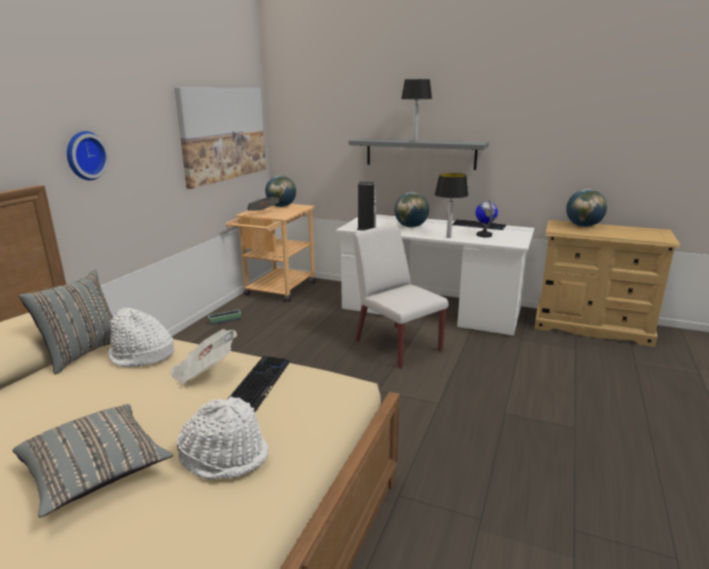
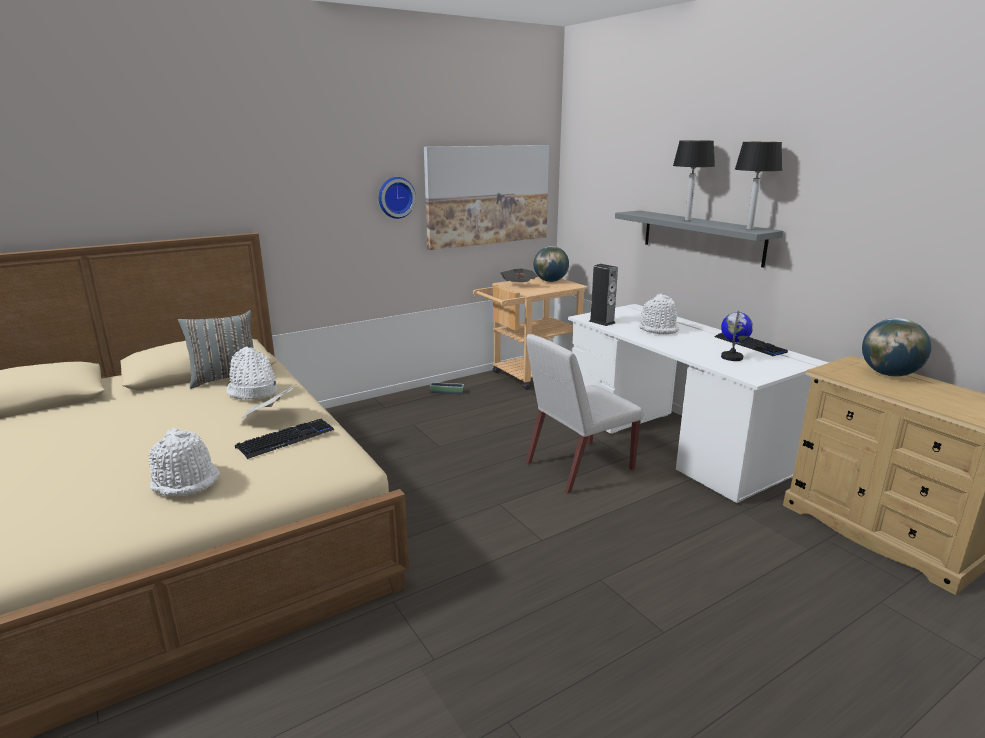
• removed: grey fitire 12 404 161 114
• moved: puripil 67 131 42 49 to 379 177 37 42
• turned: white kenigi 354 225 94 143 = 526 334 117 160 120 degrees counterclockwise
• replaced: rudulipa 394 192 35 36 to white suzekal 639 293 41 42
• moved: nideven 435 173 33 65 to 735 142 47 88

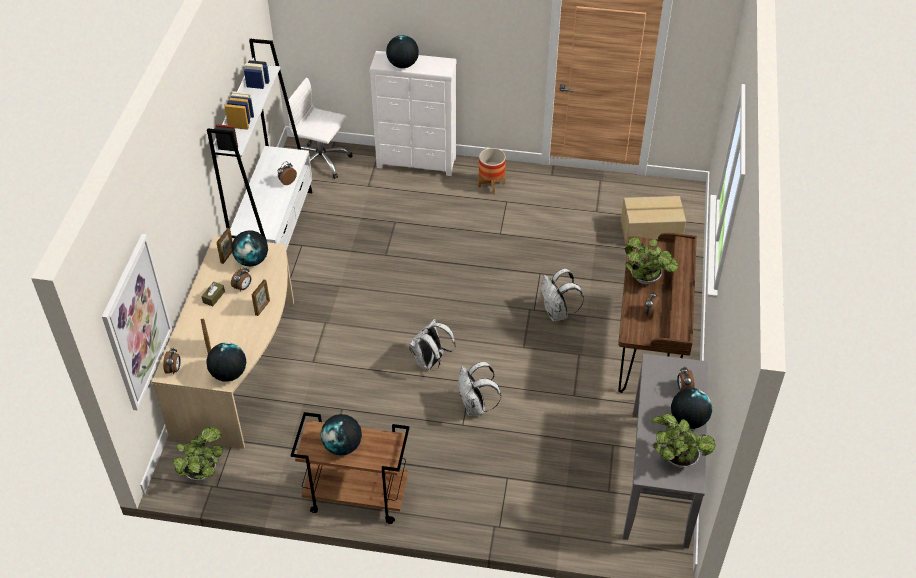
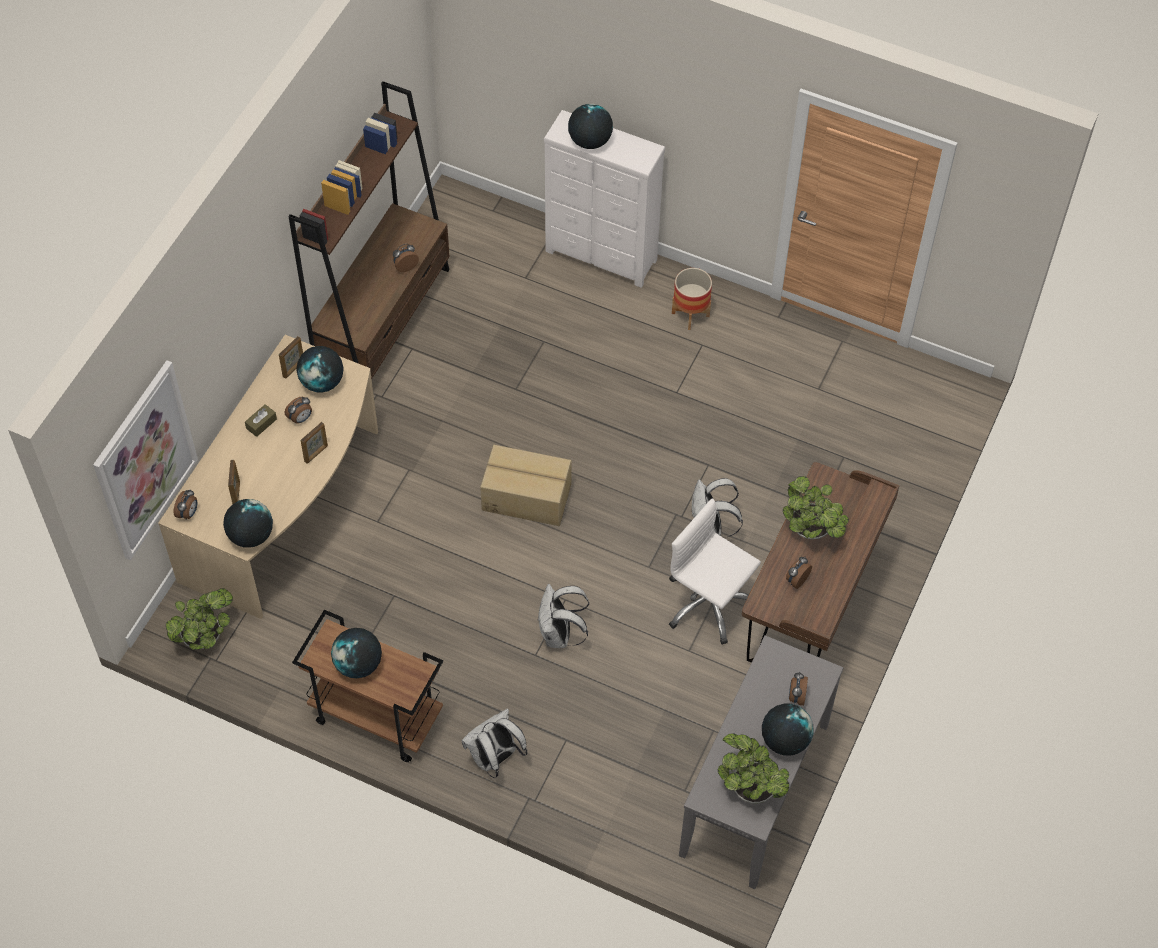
• recoloured: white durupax 207 39 105 211 to brown durupax 288 81 162 298
• moved: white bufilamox 288 77 65 102 to 669 498 92 146
• moved: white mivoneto 409 319 47 52 to 462 708 66 70
• moved: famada 621 196 65 50 to 480 445 92 81

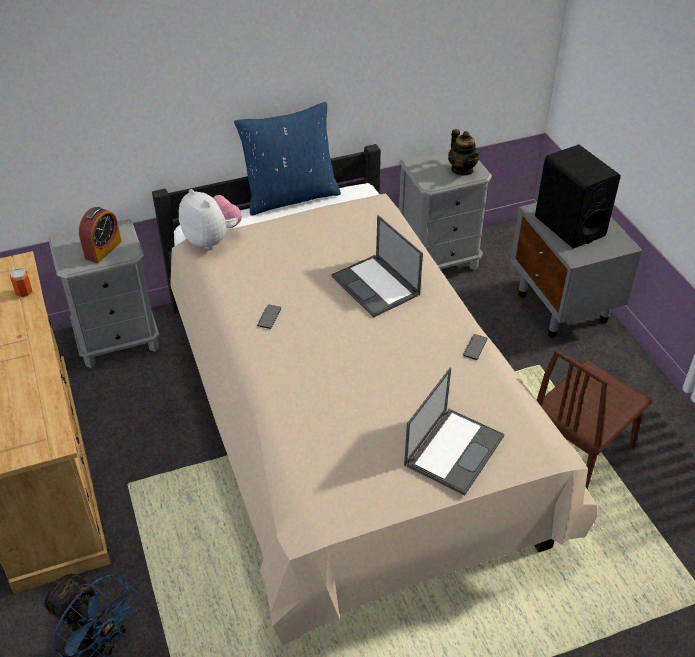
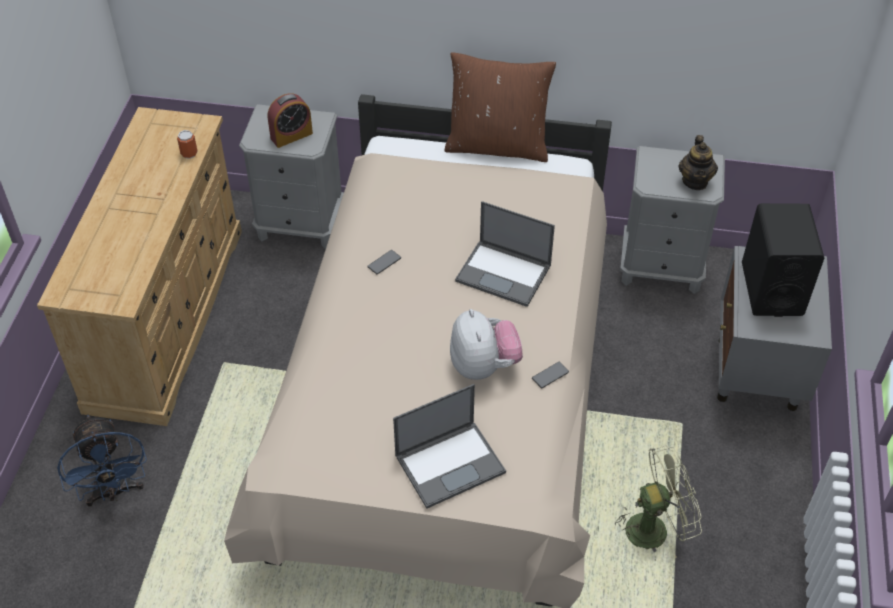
• moved: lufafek 179 189 63 60 to 450 309 73 71
• recoloured: blue fitire 234 102 107 114 to brown fitire 445 52 111 110
• turned: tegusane 332 215 91 103 = 455 201 100 106 60 degrees counterclockwise
• replaced: brown kenigi 537 349 115 141 to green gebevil 615 446 87 112

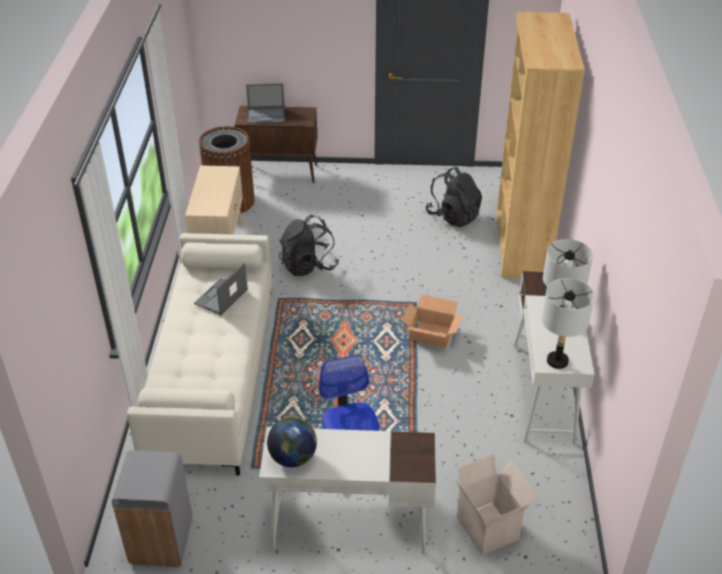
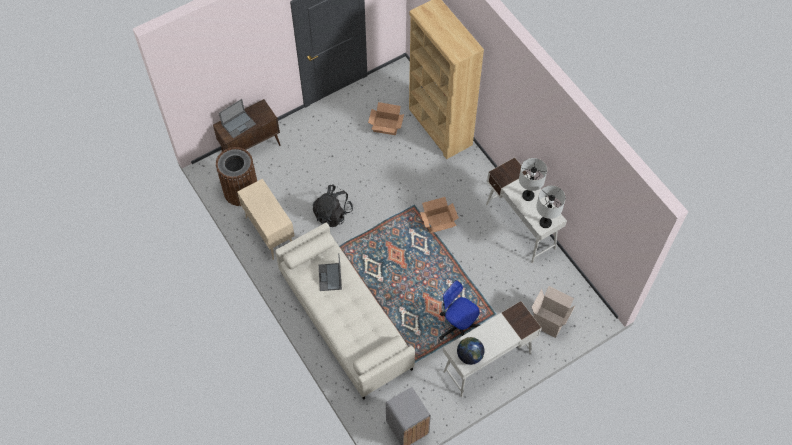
• replaced: black mivoneto 425 167 57 60 to famada 368 102 36 33

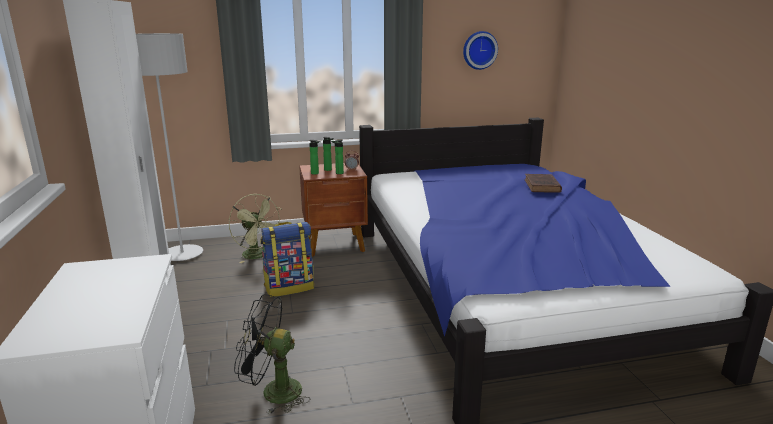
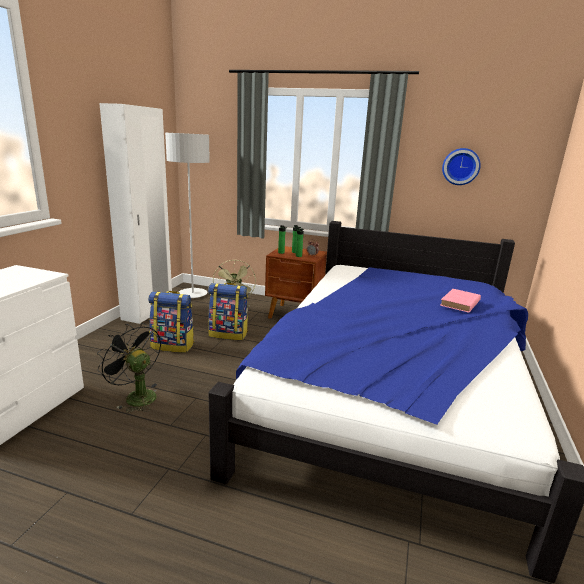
• recoloured: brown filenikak 525 174 37 19 to pink filenikak 440 289 41 24
• added: mivoneto 148 291 46 62

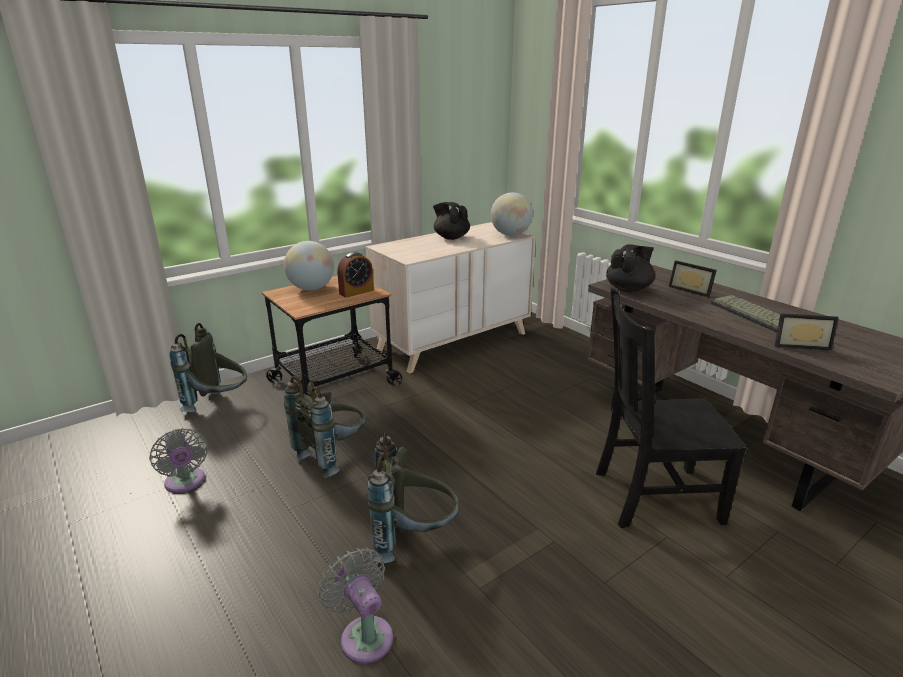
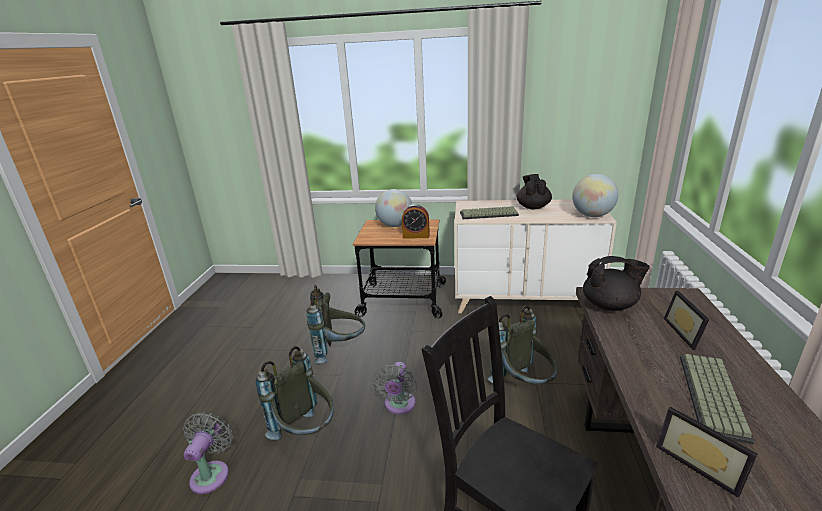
• moved: grey gebevil 149 428 59 65 to 373 362 44 52
• moved: grey mivoneto 170 323 77 89 to 488 305 69 79
• added: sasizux 460 206 59 13

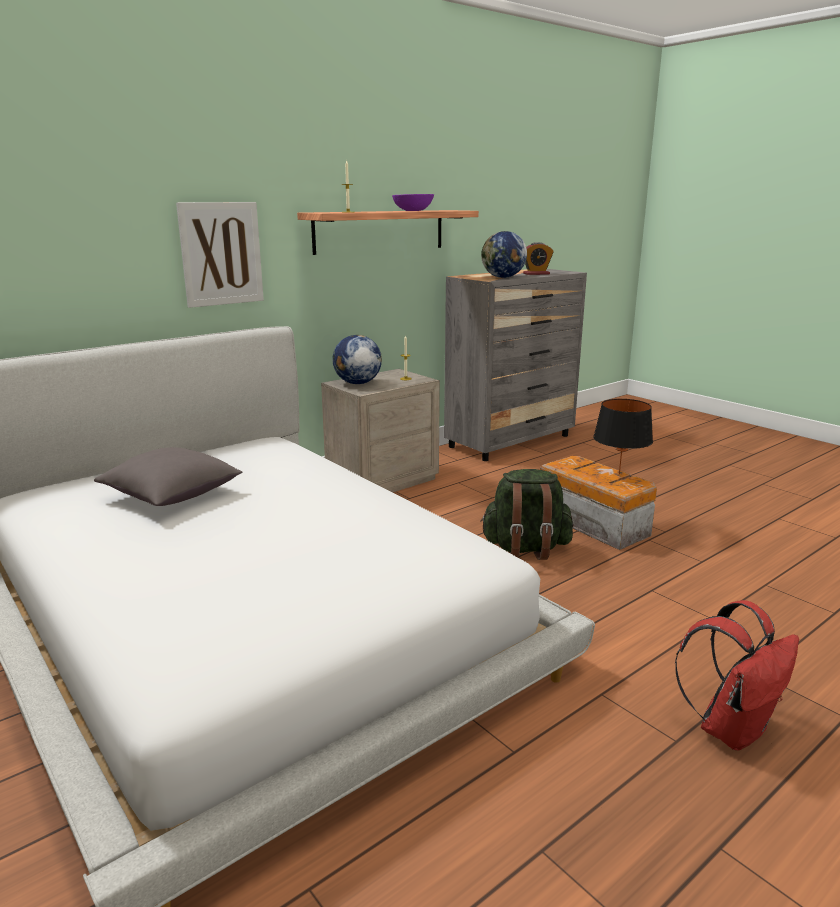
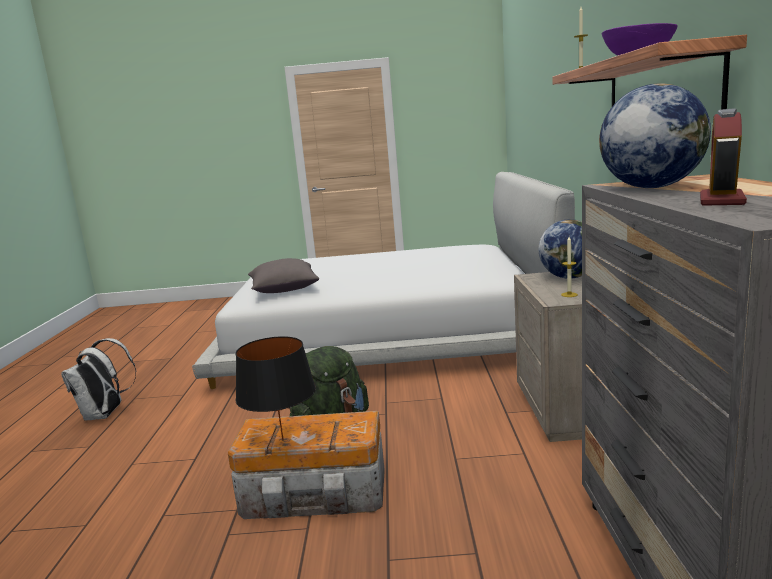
• moved: grey fitire 94 447 149 59 to 248 258 71 35
• removed: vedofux 176 202 88 106
• recoloured: red mivoneto 675 600 124 150 to white mivoneto 61 338 75 83

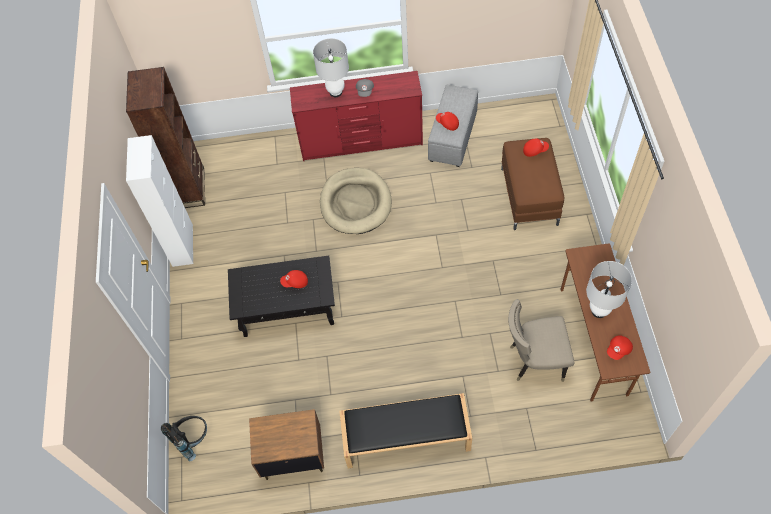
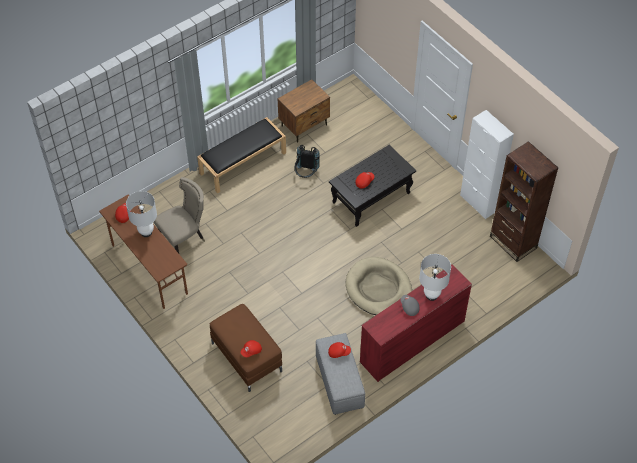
• moved: black mivoneto 161 416 46 45 to 295 145 25 33

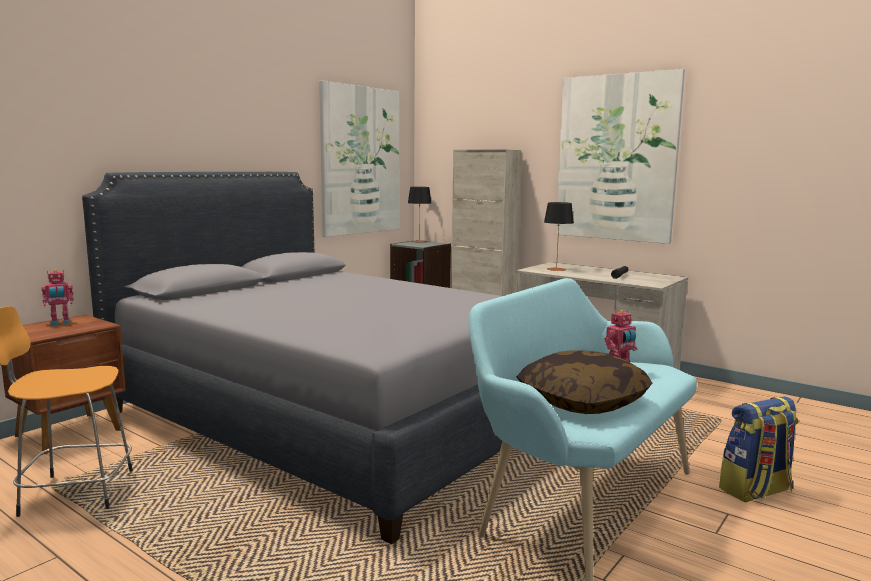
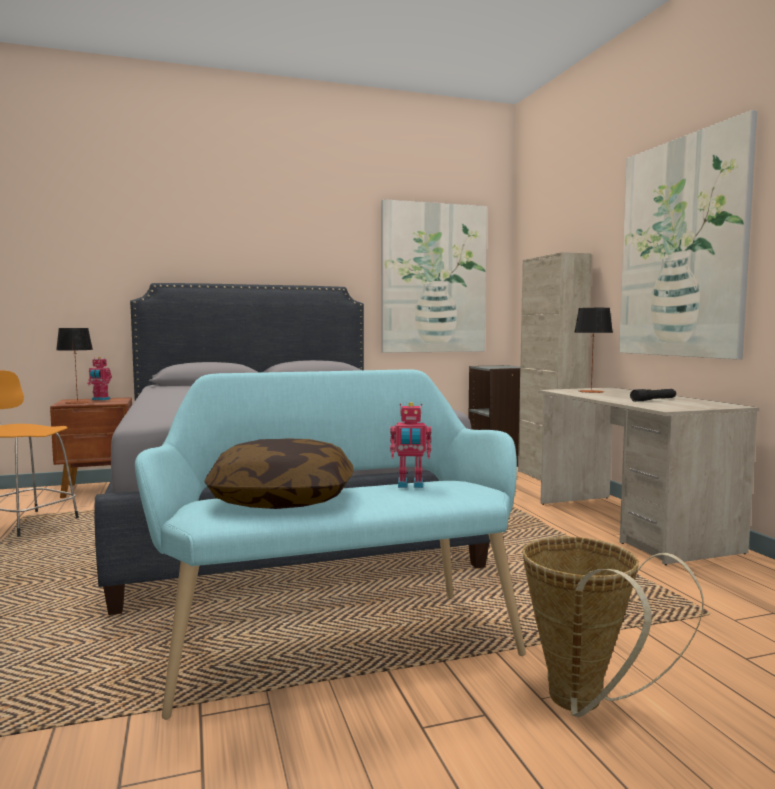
• moved: nideven 408 187 23 56 to 56 328 37 76
• replaced: mivoneto 719 396 80 107 to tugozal 523 537 181 180

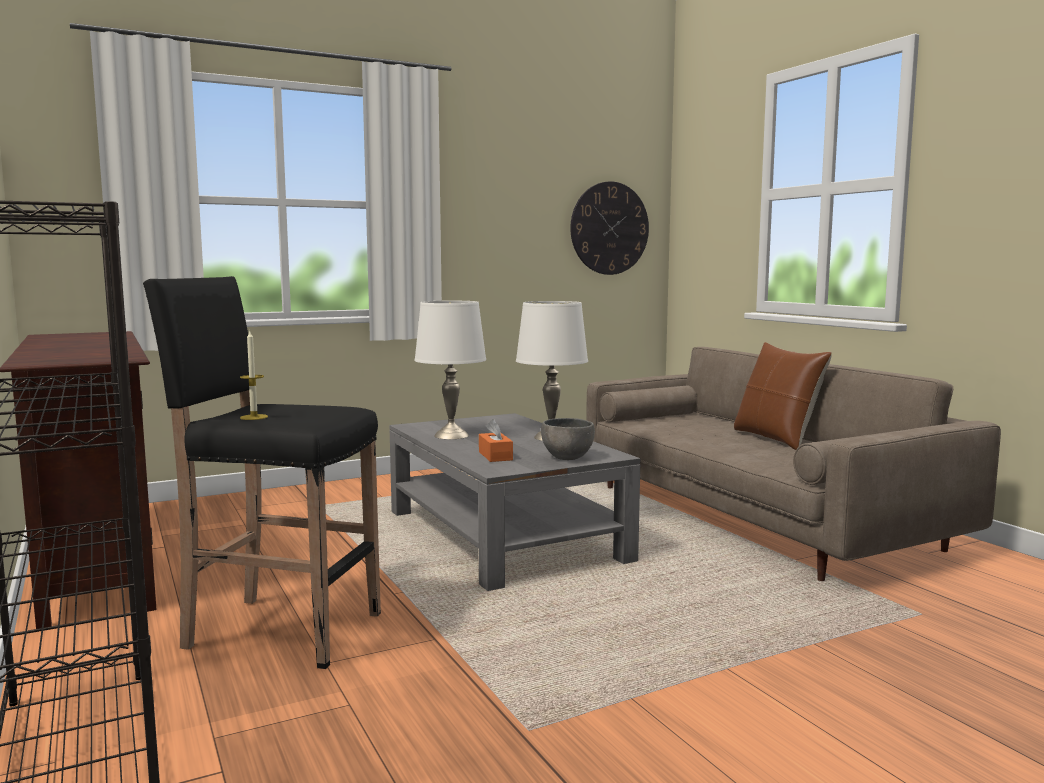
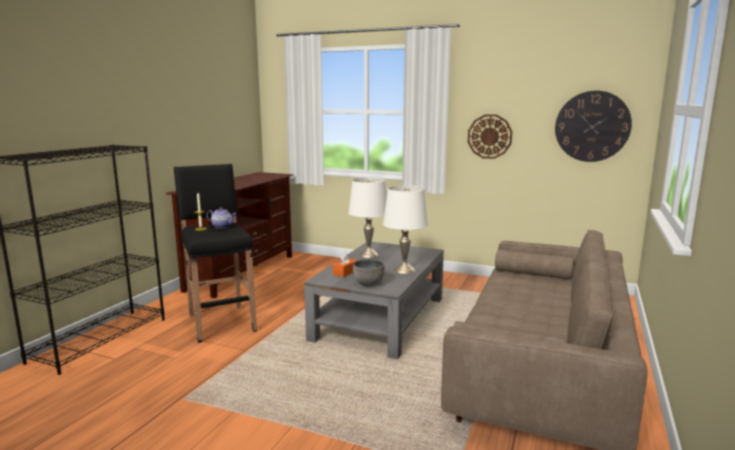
• removed: brown fitire 734 342 98 108
• added: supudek 206 207 31 21
• added: puripil 468 114 44 45

